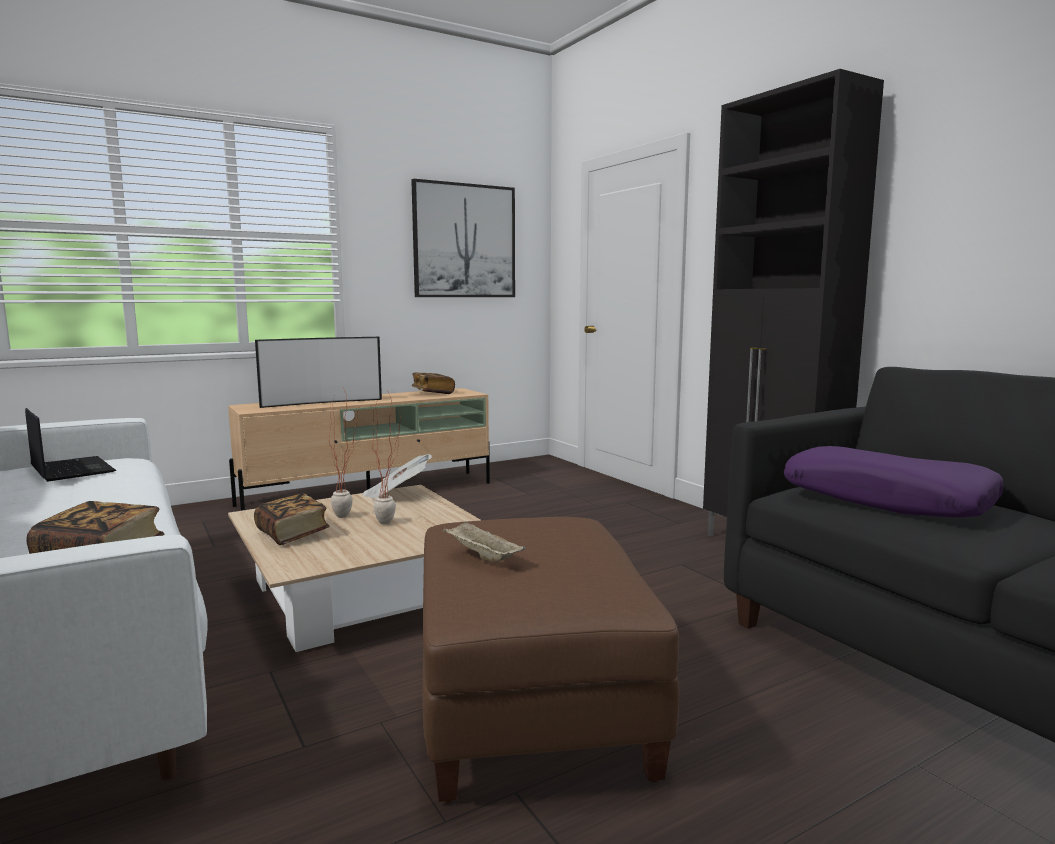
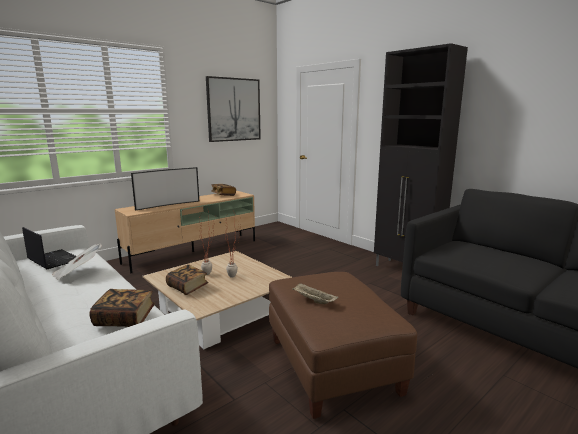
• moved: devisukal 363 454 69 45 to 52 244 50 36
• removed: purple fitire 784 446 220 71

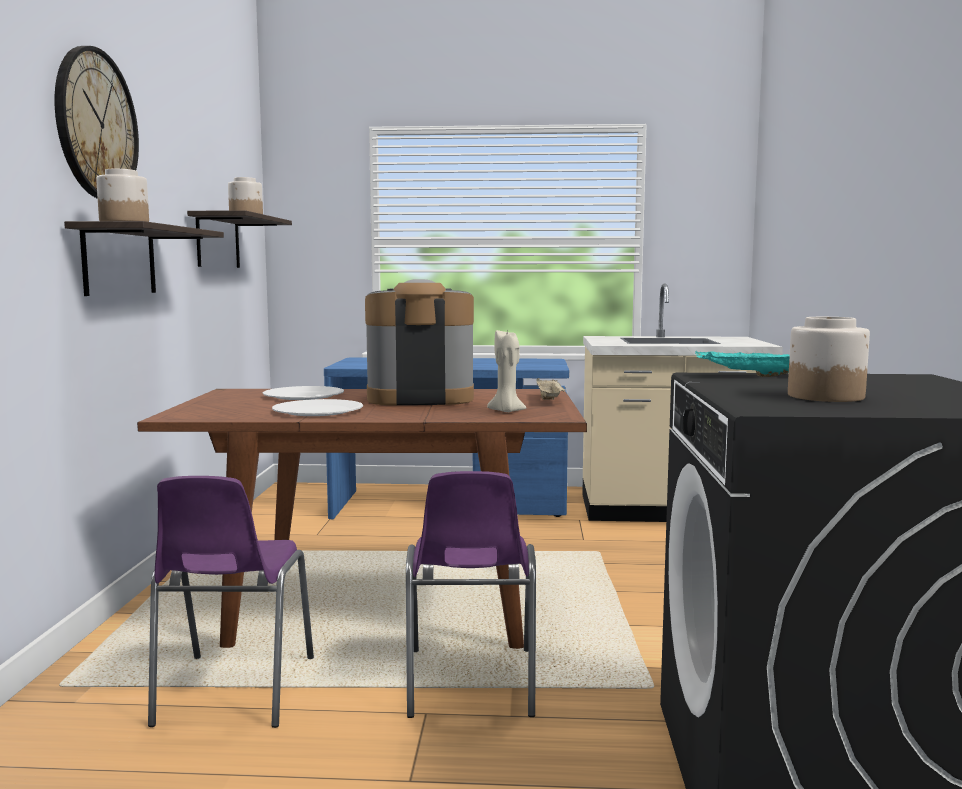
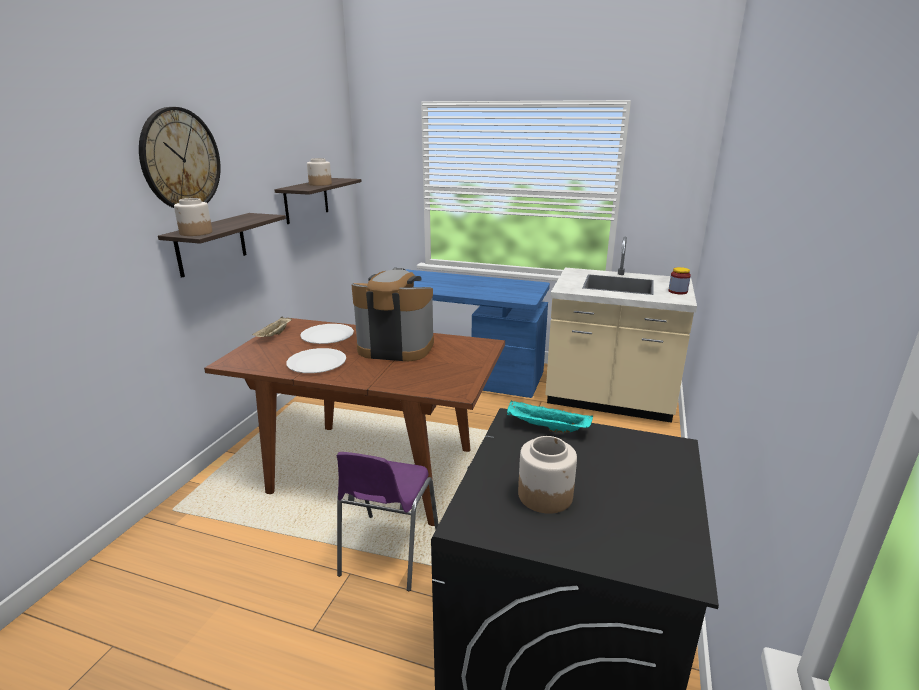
• removed: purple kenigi 148 476 166 252
• removed: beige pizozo 487 330 39 82
• moved: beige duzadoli 536 378 30 22 to 252 316 40 21
• added: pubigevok 668 267 23 27

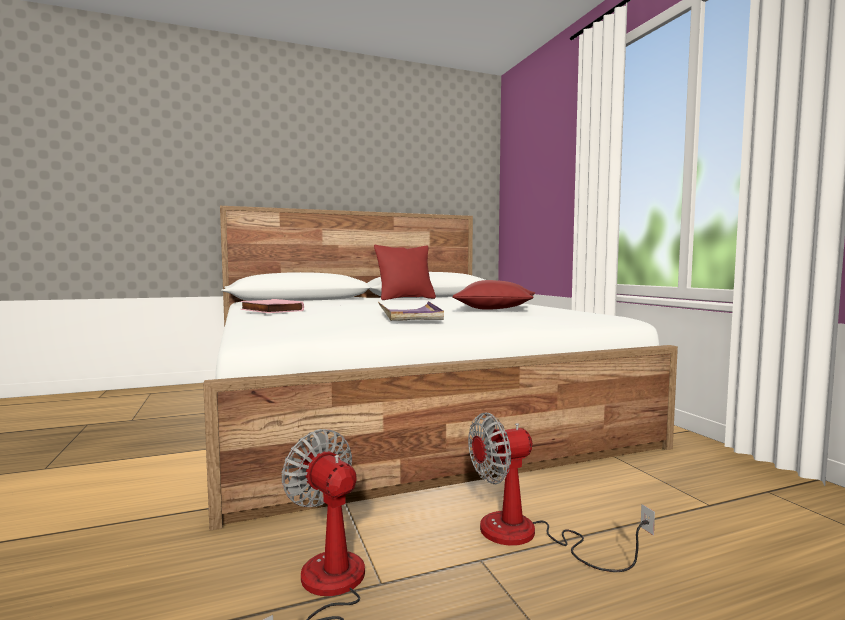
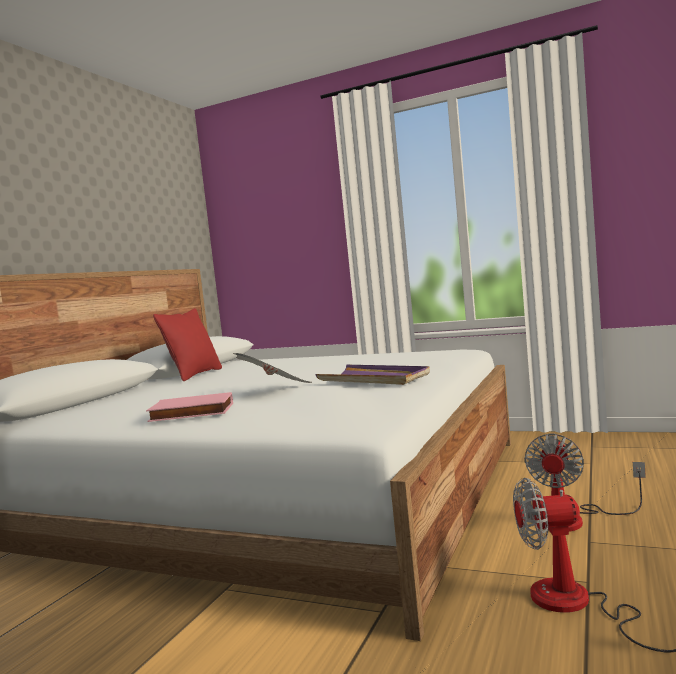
• removed: red fitire 452 280 83 30
• added: devisukal 233 353 79 30

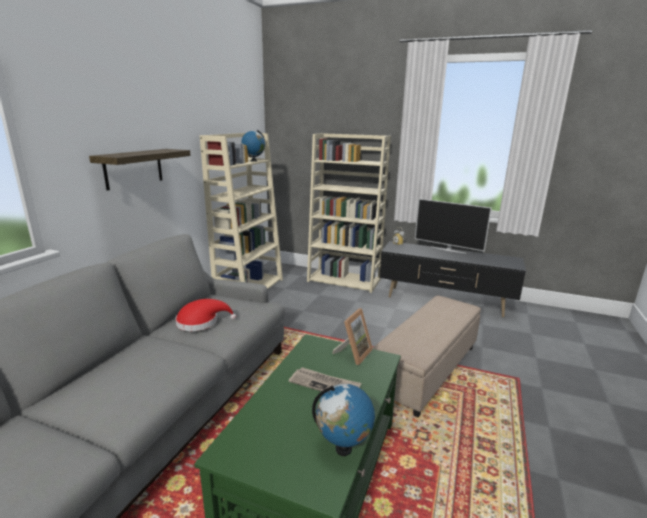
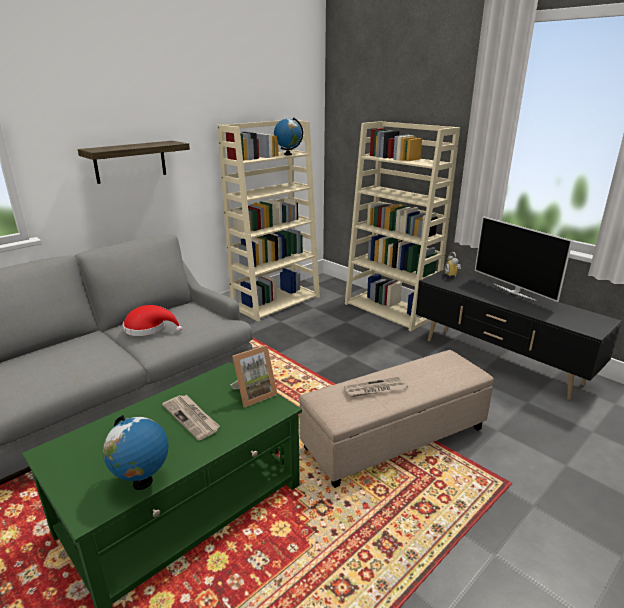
• added: devisukal 344 377 64 20

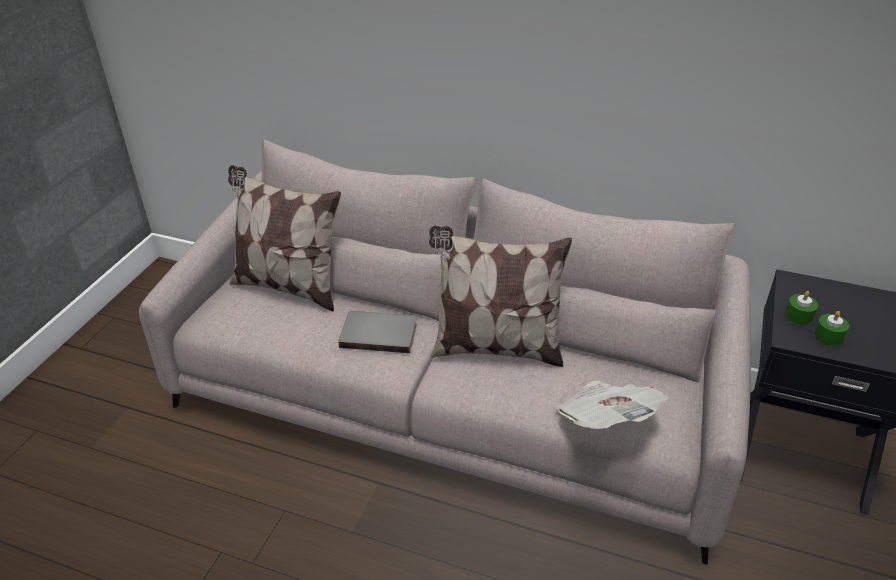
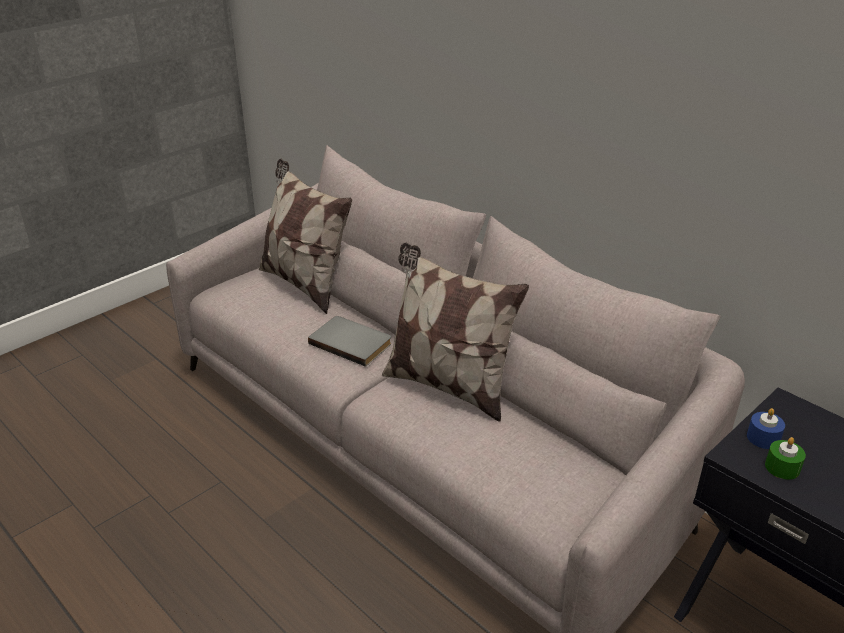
• removed: devisukal 554 381 114 48
• recoloured: green pizozo 785 291 33 34 to blue pizozo 747 408 38 41

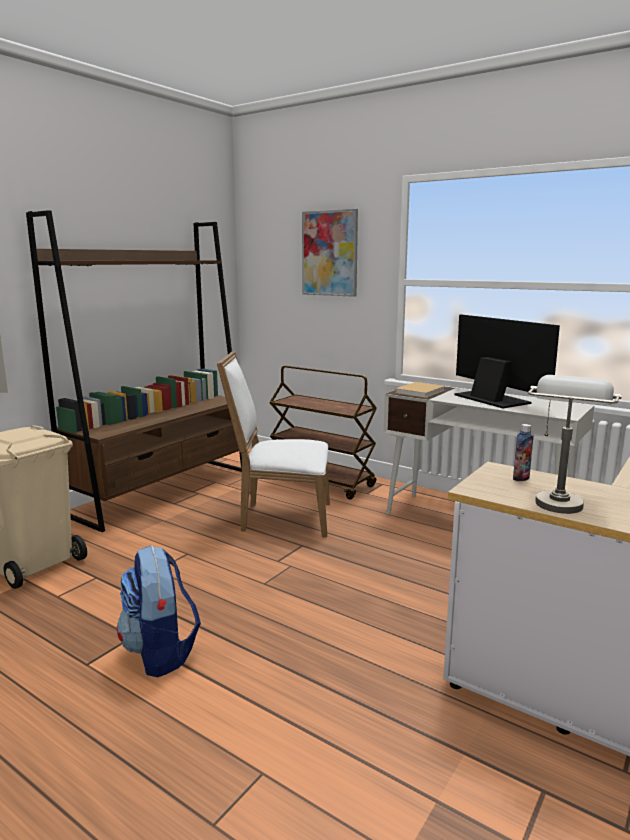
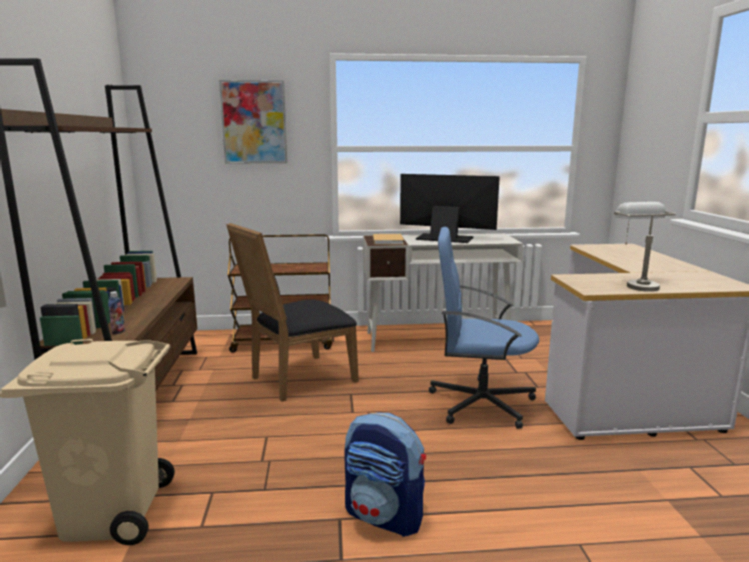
• recoloured: white kenigi 217 351 113 186 to black kenigi 226 223 133 179
• moved: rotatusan 513 424 21 57 to 108 291 17 43
• added: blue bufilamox 429 227 110 202

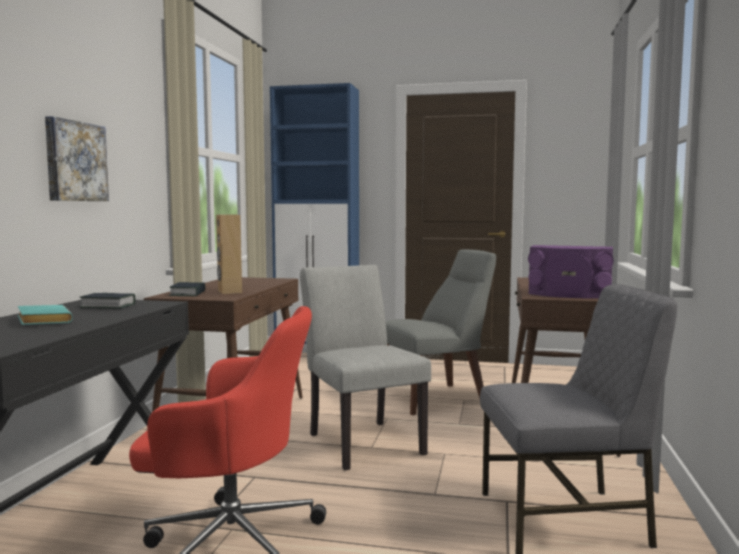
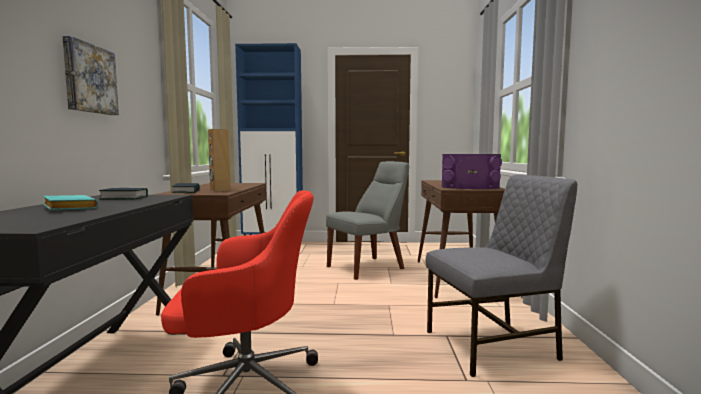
• removed: grey kenigi 300 265 131 205

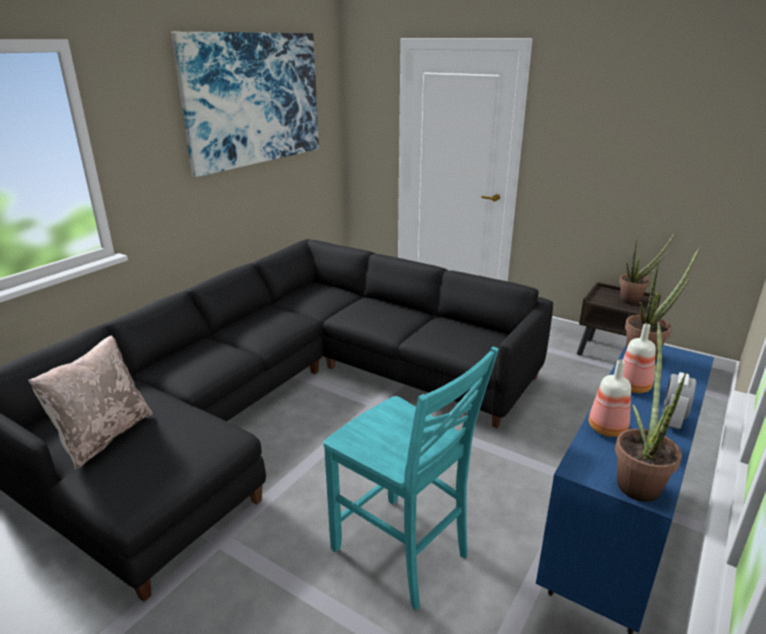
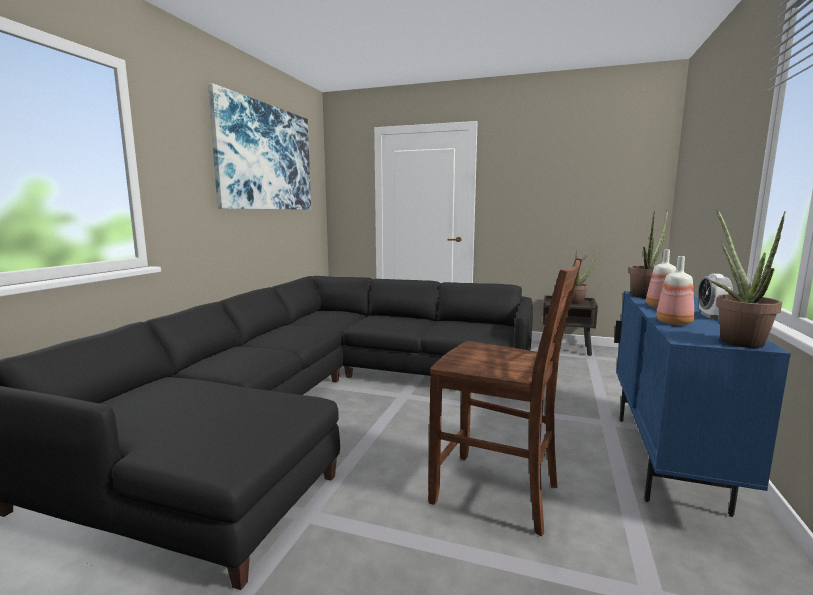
• removed: beige fitire 28 336 125 134
• recoloured: turquoise kenigi 323 347 176 263 to brown kenigi 428 258 154 278

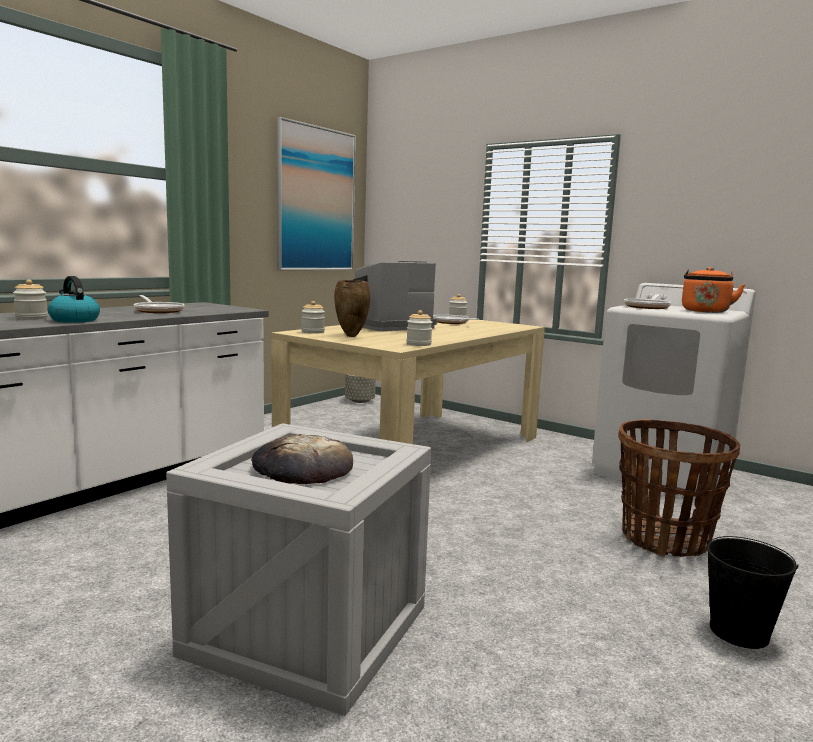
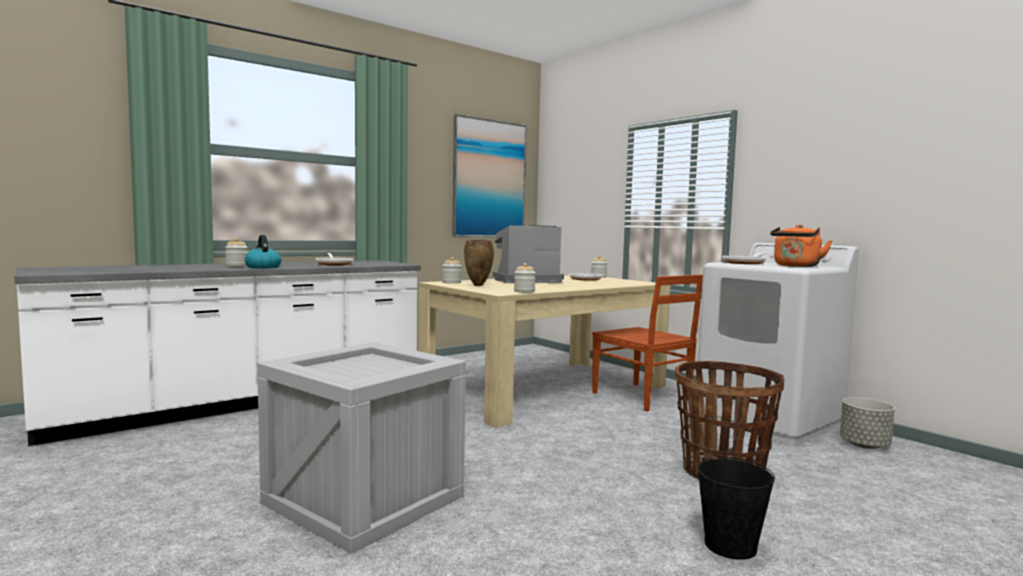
• removed: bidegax 251 434 102 50
• moved: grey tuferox 345 374 31 29 to 840 397 55 52
• added: brown kenigi 592 275 111 137

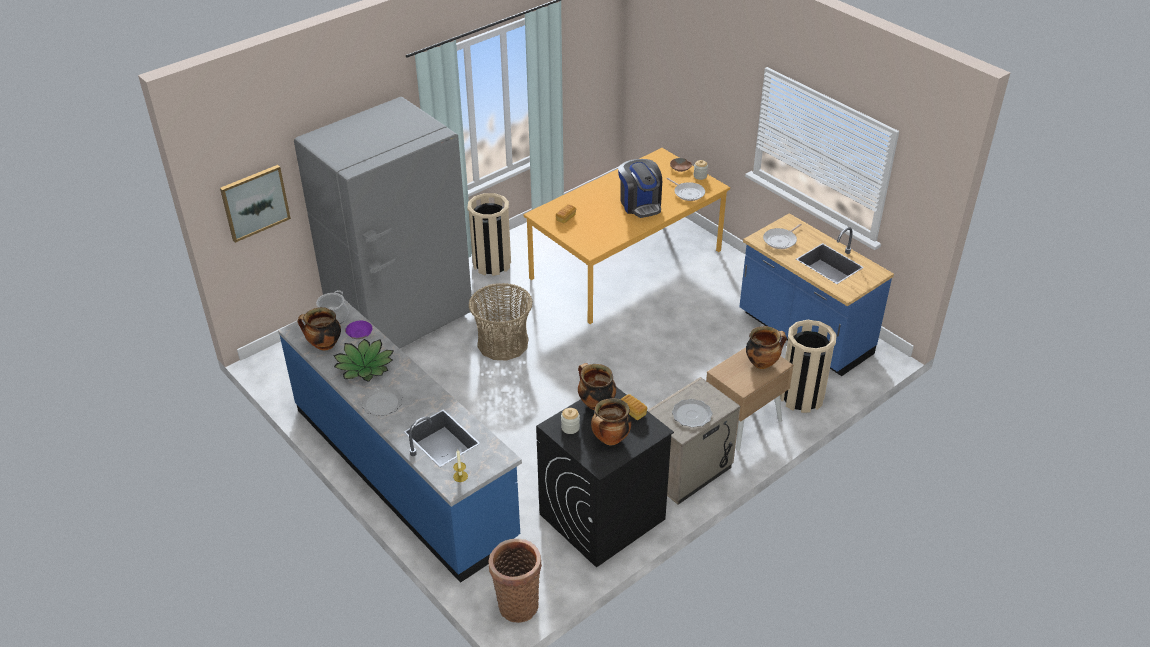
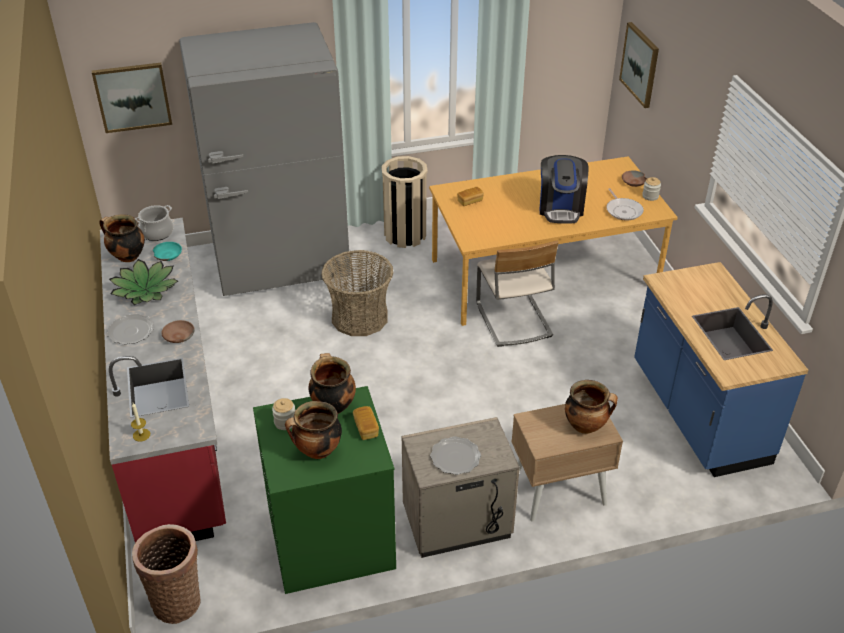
• recoloured: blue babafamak 278 299 244 284 to red babafamak 100 218 126 325
• recoloured: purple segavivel 345 321 27 18 to turquoise segavivel 153 242 29 19
• recoloured: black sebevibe 536 387 138 181 to green sebevibe 253 386 143 208
• removed: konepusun 763 224 39 25
• removed: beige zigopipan 780 320 57 93
• added: brown segavivel 161 320 33 23
• added: beige kenigi 476 241 83 106
• added: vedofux 619 22 40 86

